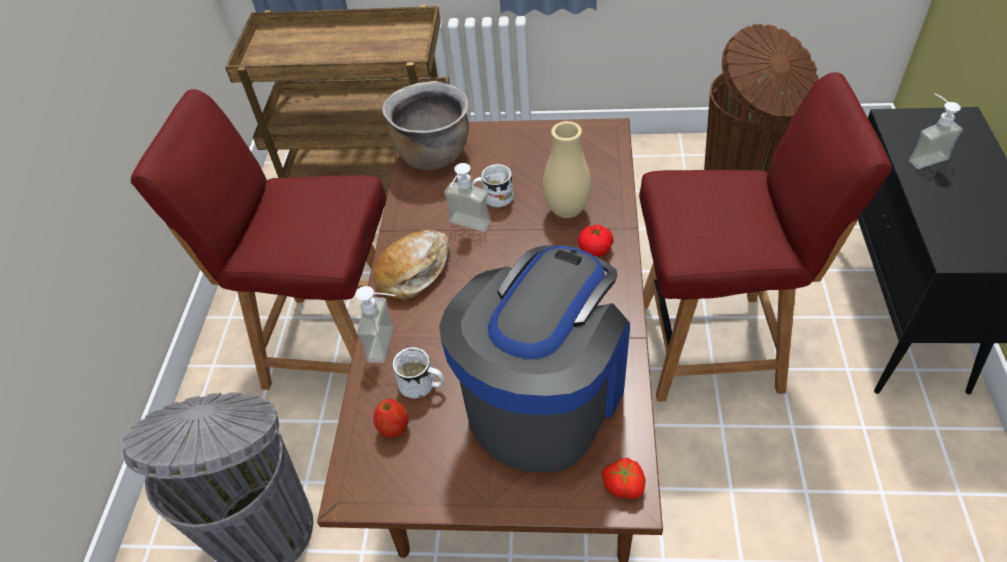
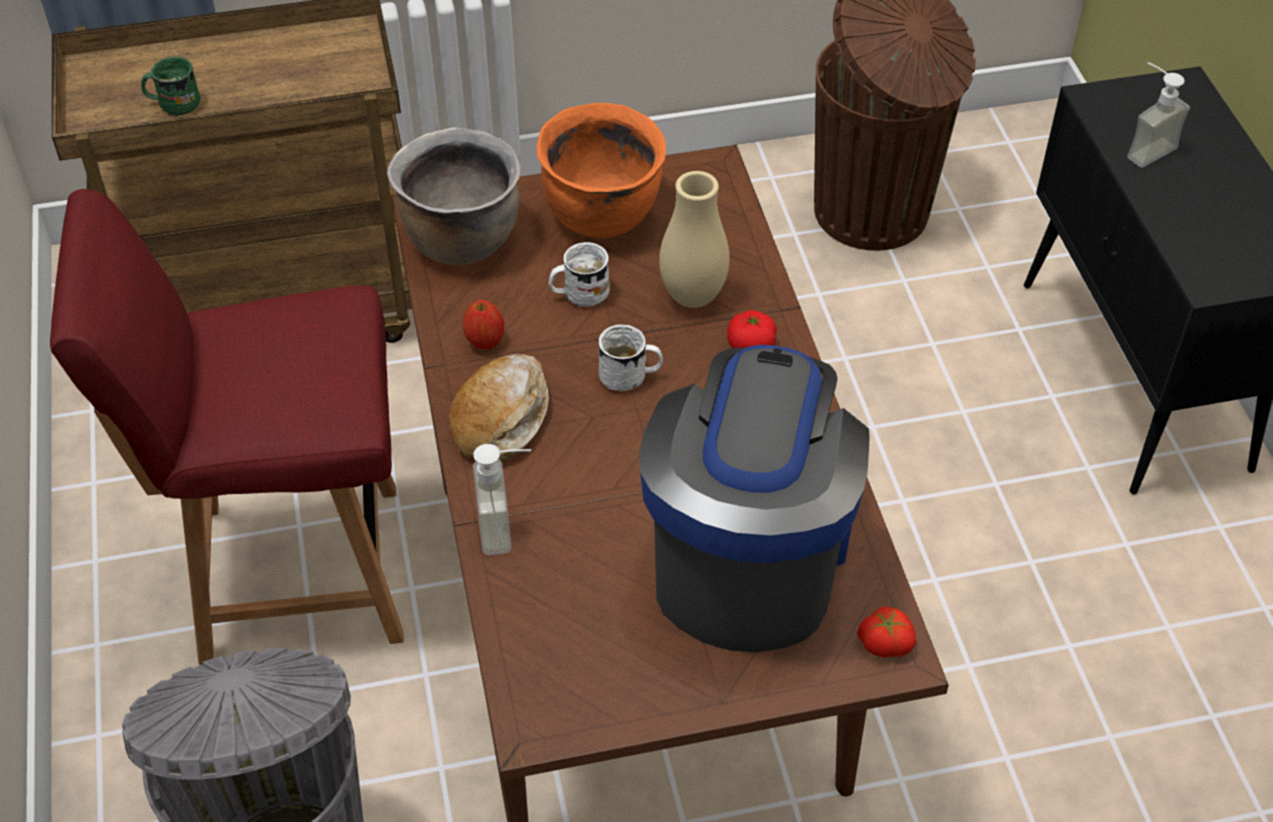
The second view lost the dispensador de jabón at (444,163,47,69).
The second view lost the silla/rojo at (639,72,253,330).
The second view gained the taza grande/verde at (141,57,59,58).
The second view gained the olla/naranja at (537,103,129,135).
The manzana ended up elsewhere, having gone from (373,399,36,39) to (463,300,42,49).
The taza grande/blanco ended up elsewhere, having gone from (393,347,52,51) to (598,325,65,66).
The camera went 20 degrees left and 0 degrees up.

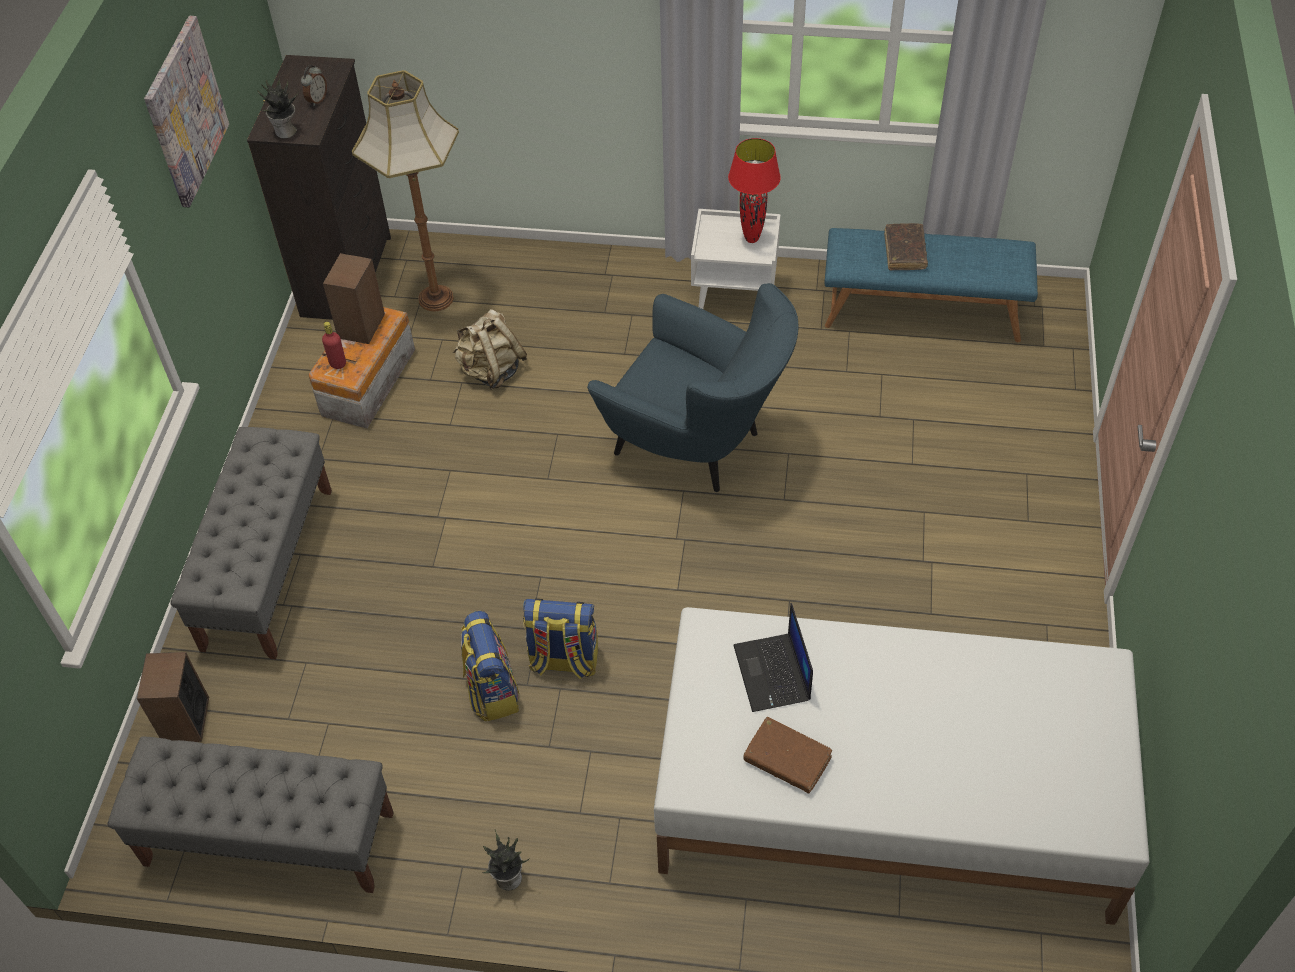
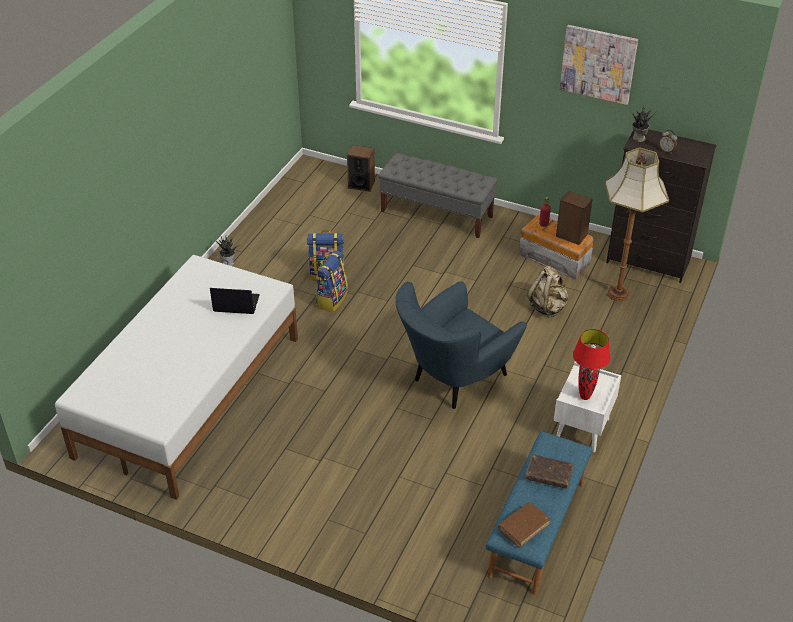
The second view lost the banco/gris at (107,736,287,157).
The libro/marrón ended up elsewhere, having gone from (743,717,89,77) to (498,502,52,46).
The camera went 105 degrees right and 10 degrees down.

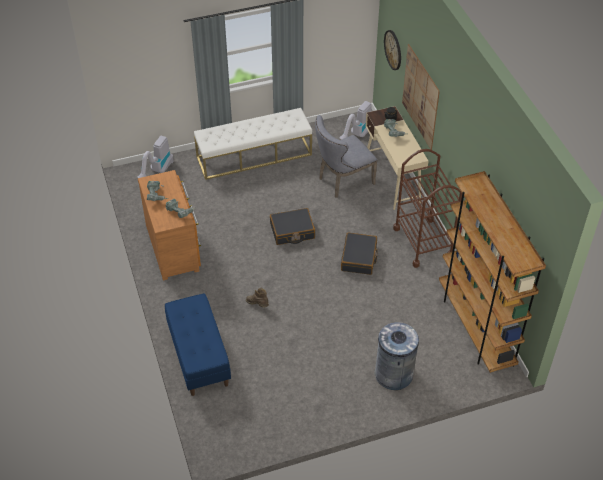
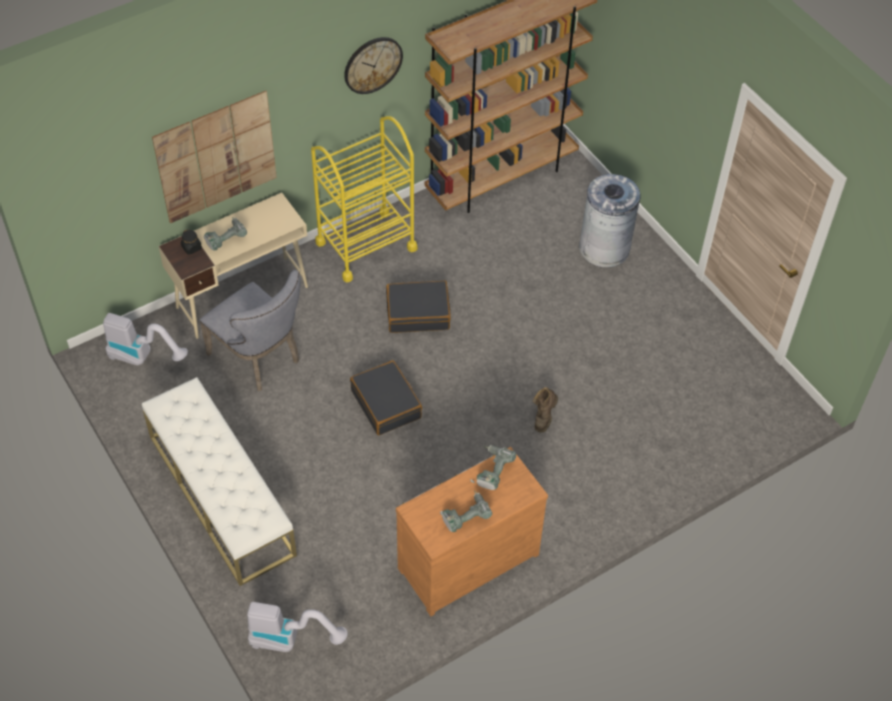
The second view lost the banco/azul at (165,294,66,102).
The reloj de pared ended up elsewhere, having gone from (384,30,17,40) to (344,37,59,57).
What was the carrito/marrón at (393,149,69,119) turned into the carrito/amarillo at (311,116,106,167).
The camera went 105 degrees left and 5 degrees up.

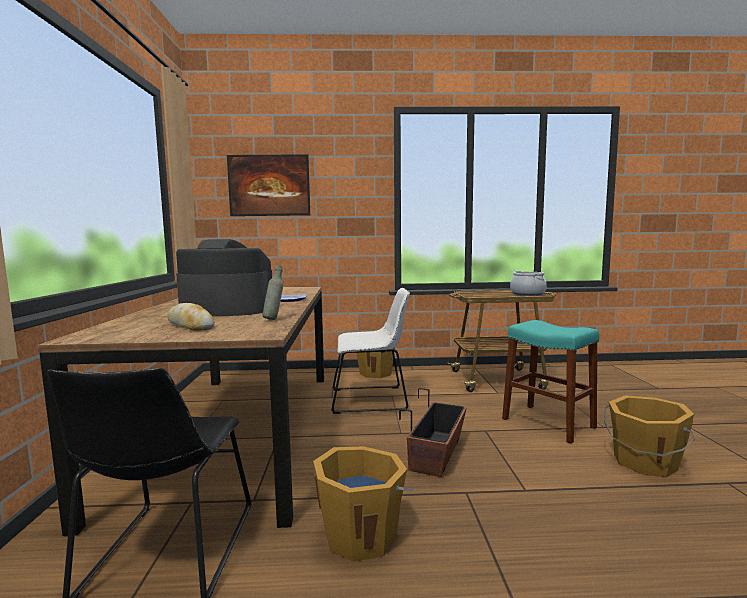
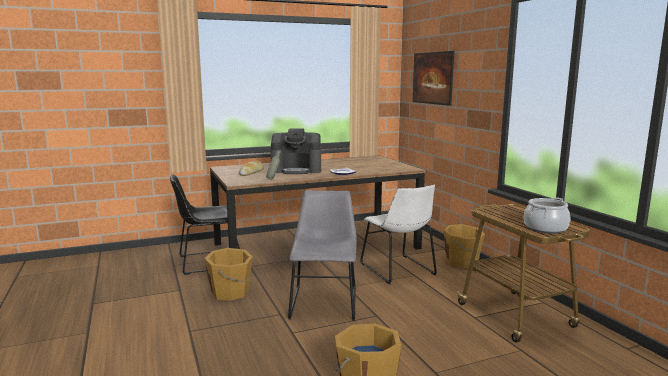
The second view lost the taburete/turquesa at (502,320,97,124).
Where the maceta stood at (399,388,68,89), the silla/gris came to stand at (288,190,69,131).
The cafetera at (176,239,96,77) ended up facing another way, 105 degrees clockwise from before.
The camera went 70 degrees right and 5 degrees up.

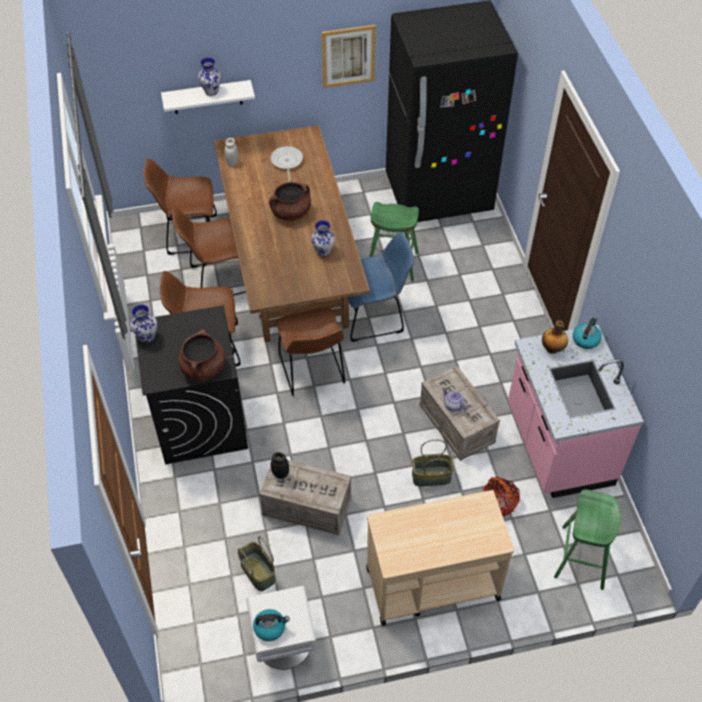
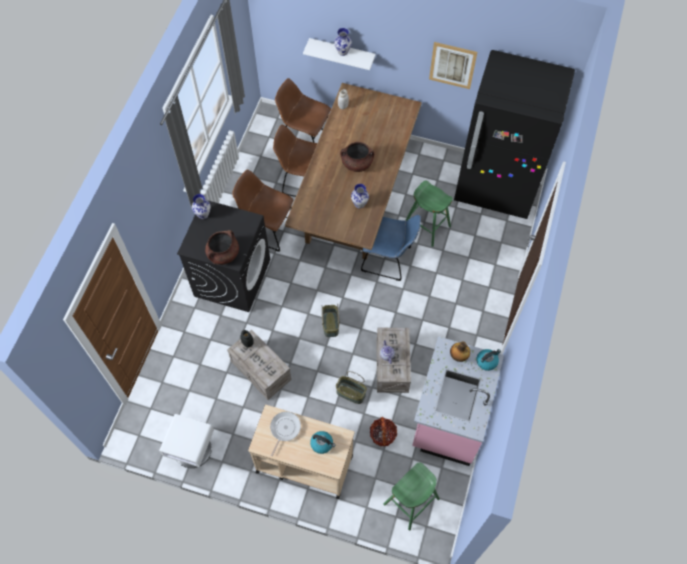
The second view lost the silla/marrón at (276,307,69,89).
The cesta ended up elsewhere, having gone from (238,536,38,55) to (322,304,18,33).
The hervidor ended up elsewhere, having gone from (253,609,37,32) to (310,431,25,23).
The sartén ended up elsewhere, having gone from (270,146,33,36) to (270,412,31,44).
The camera went 30 degrees right and 10 degrees up.

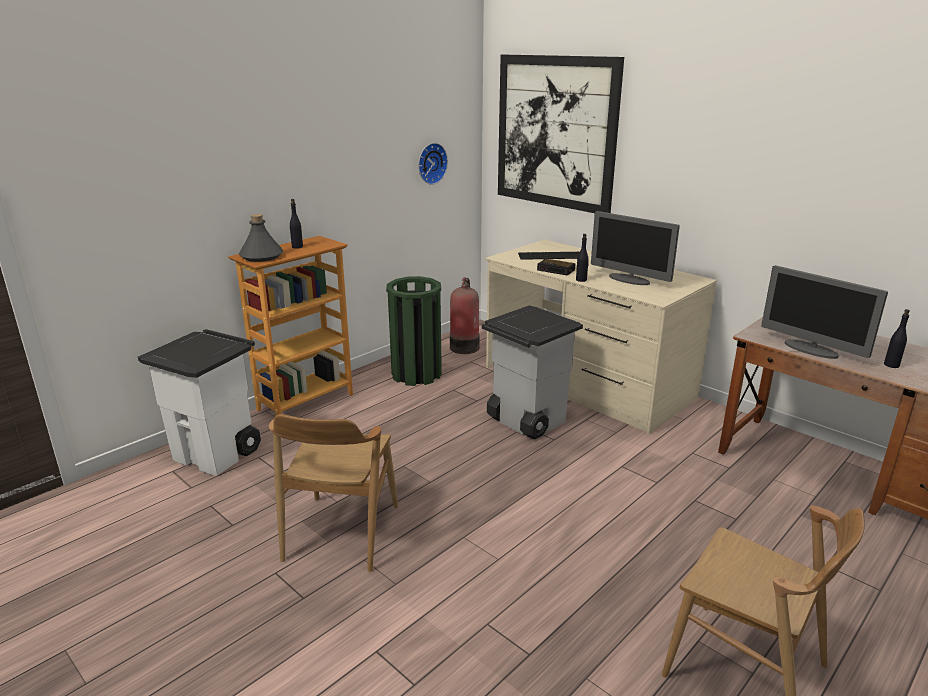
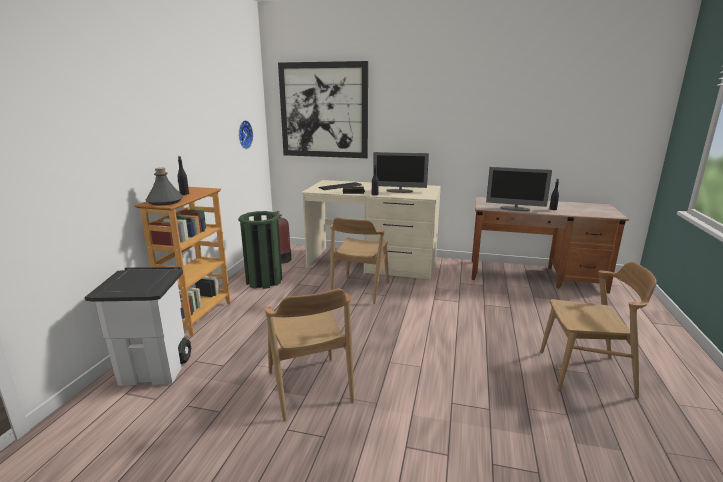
Where the papelera/gris stood at (481,306,102,133), the silla/marrón came to stand at (330,217,59,87).
The camera went 30 degrees left and 5 degrees down.

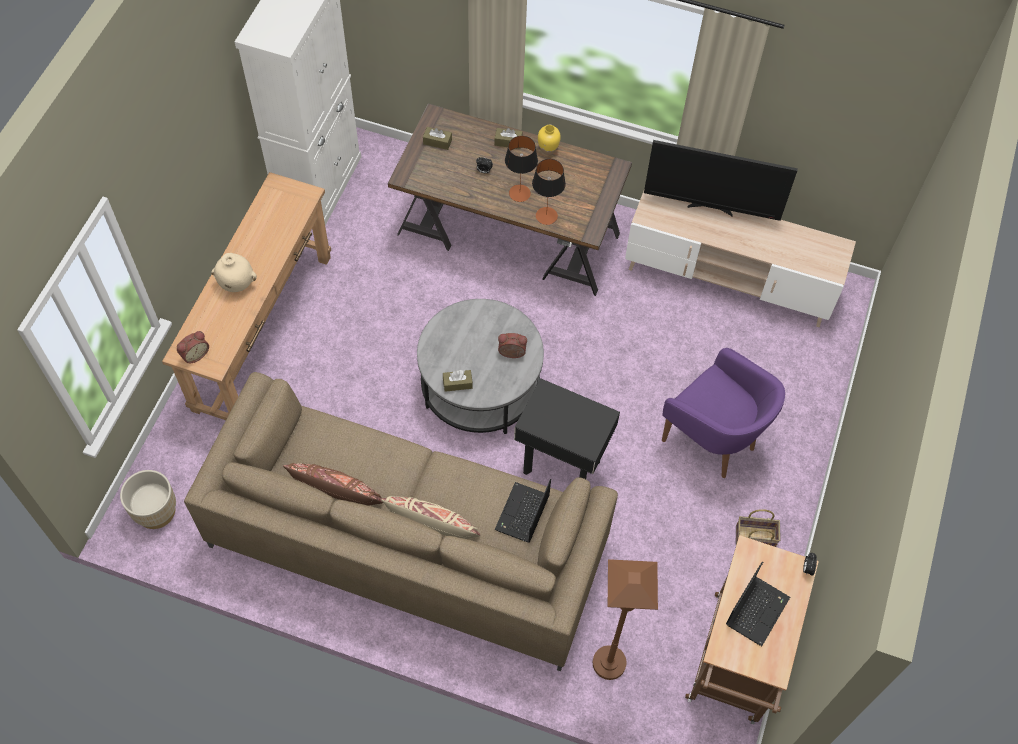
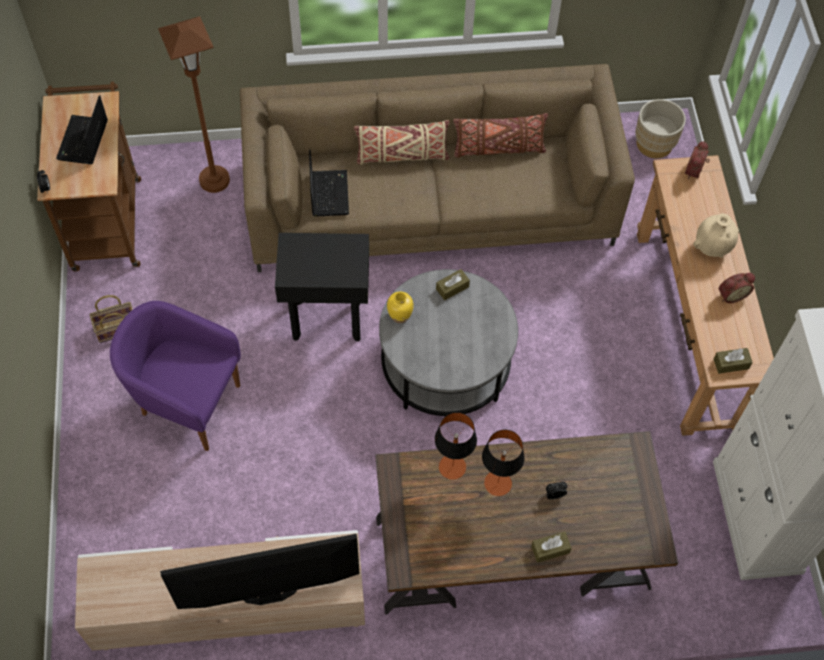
The caja de pañuelos/marrón ended up elsewhere, having gone from (423,127,29,23) to (714,348,39,26).
The despertador ended up elsewhere, having gone from (498,333,29,25) to (719,273,36,30).
The florero/amarillo ended up elsewhere, having gone from (538,125,23,30) to (387,292,27,31).
The camera went 155 degrees right and 0 degrees up.

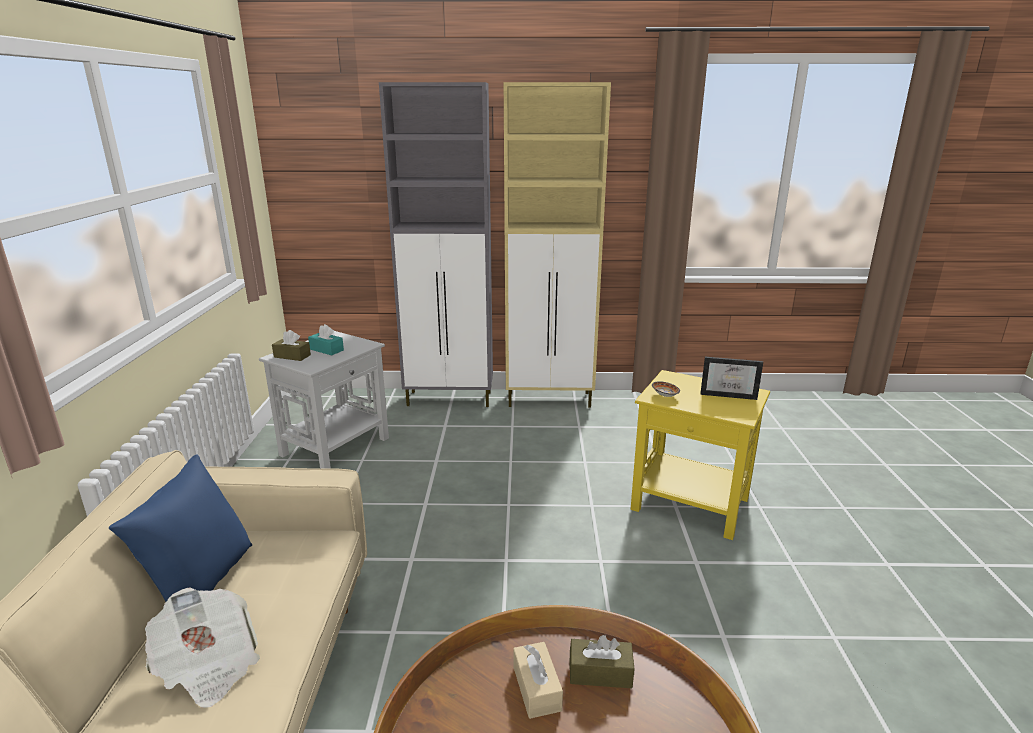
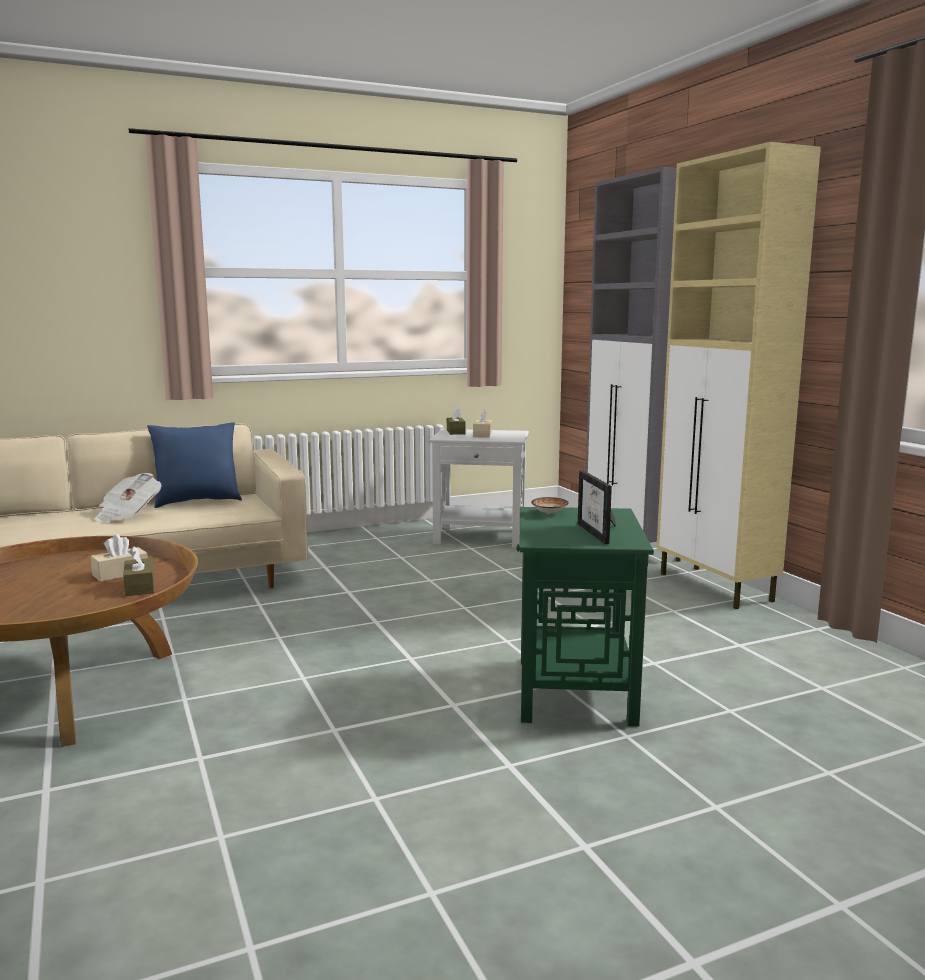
What was the caja de pañuelos/turquesa at (308,324,36,31) turned into the caja de pañuelos/beis at (473,410,19,28).
What was the mesa auxiliar/amarillo at (630,370,140,170) turned into the mesa auxiliar/verde at (516,507,138,220).
The camera went 65 degrees right and 10 degrees down.

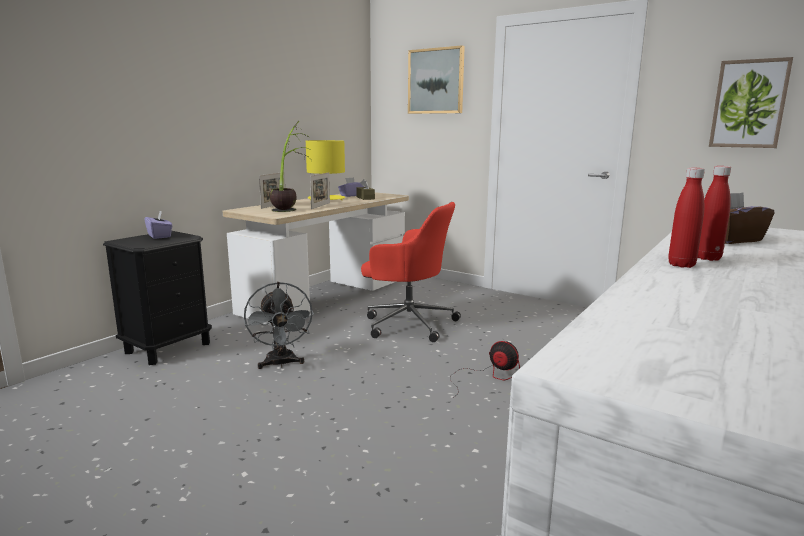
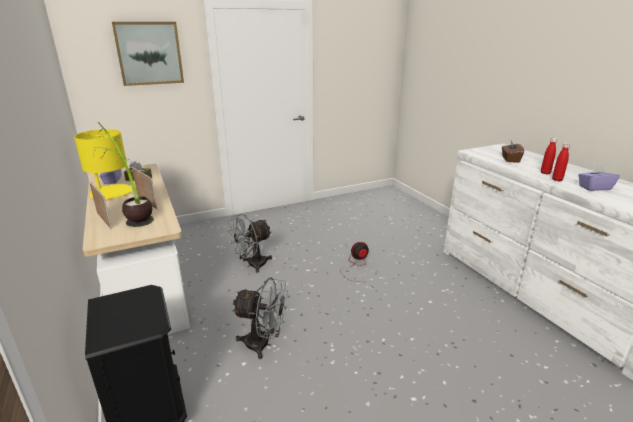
The second view lost the cuadro at (709,57,84,91).
The caja de pañuelos/morado ended up elsewhere, having gone from (144,211,29,28) to (578,165,42,26).
Where the silla de oficina/rojo stood at (361,202,100,140), the ventilador/gris came to stand at (227,214,45,59).
The camera went 60 degrees left and 10 degrees up.

